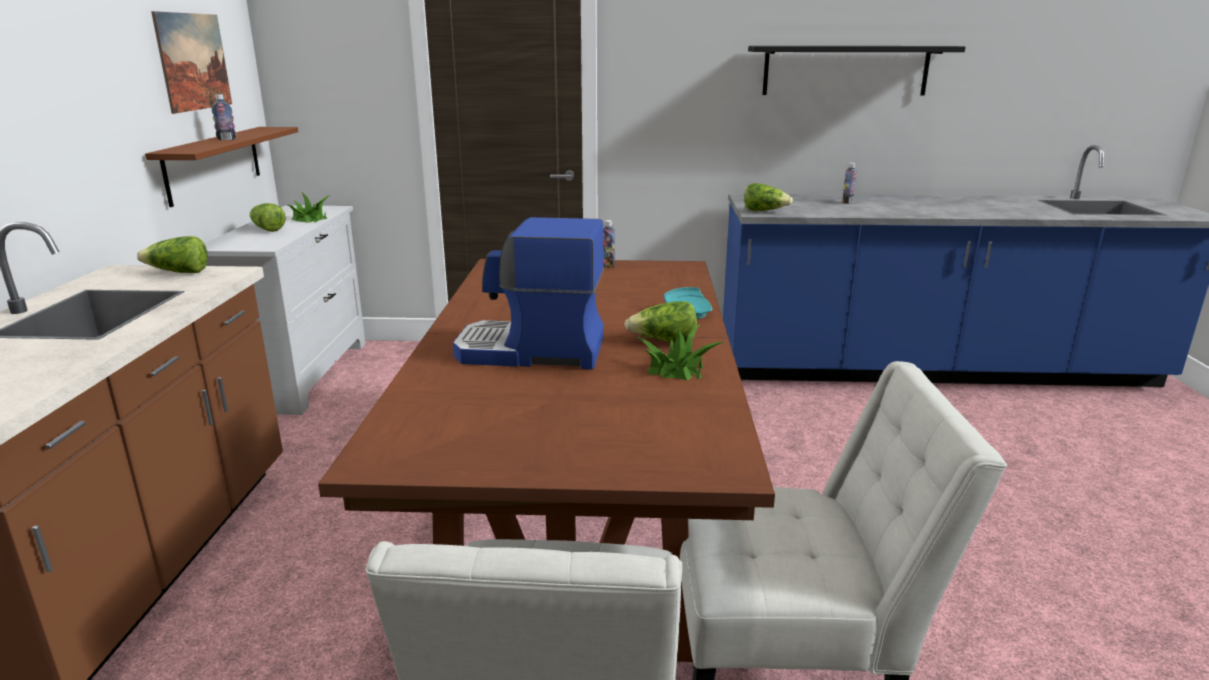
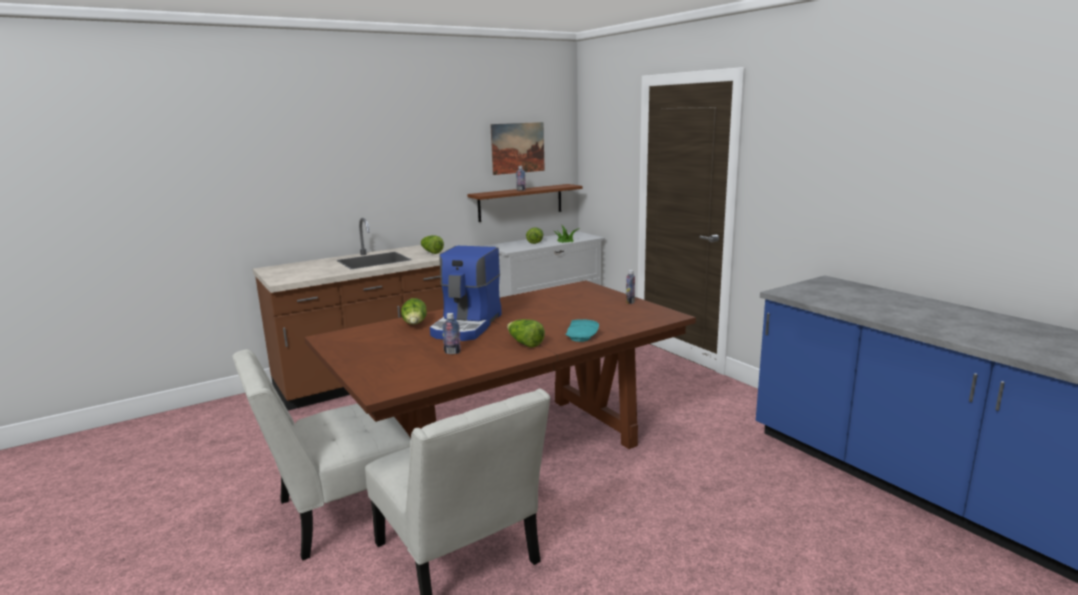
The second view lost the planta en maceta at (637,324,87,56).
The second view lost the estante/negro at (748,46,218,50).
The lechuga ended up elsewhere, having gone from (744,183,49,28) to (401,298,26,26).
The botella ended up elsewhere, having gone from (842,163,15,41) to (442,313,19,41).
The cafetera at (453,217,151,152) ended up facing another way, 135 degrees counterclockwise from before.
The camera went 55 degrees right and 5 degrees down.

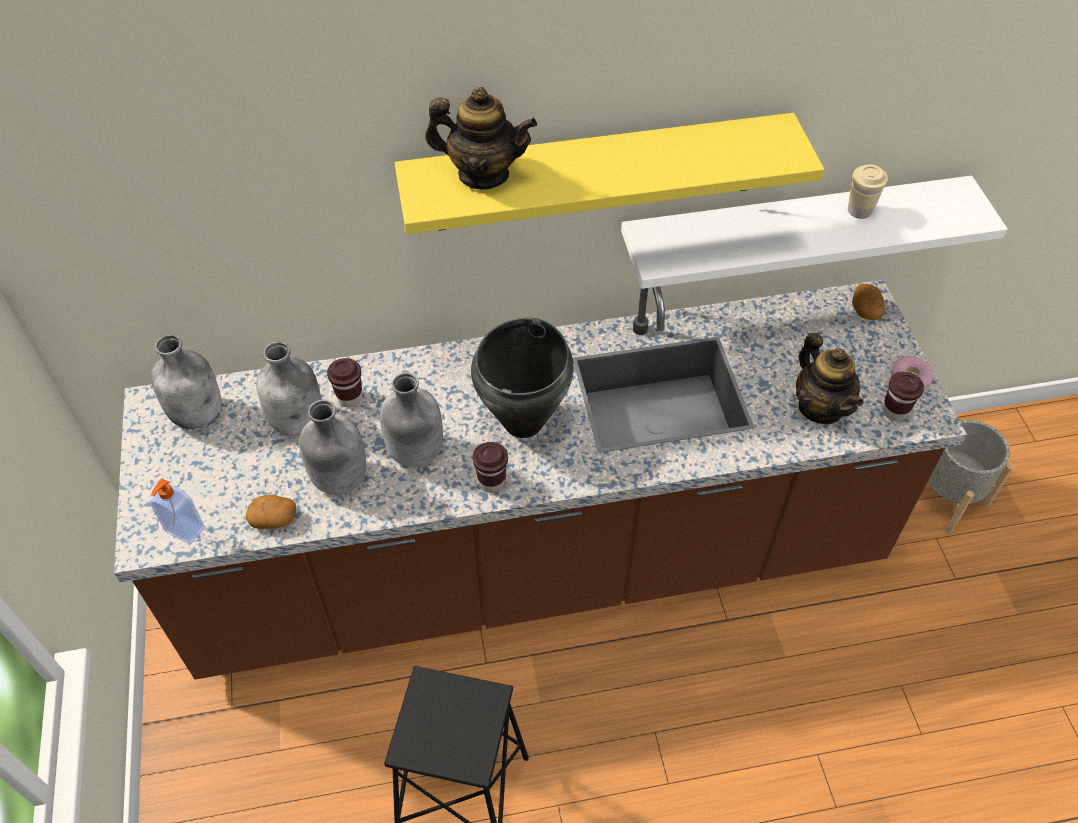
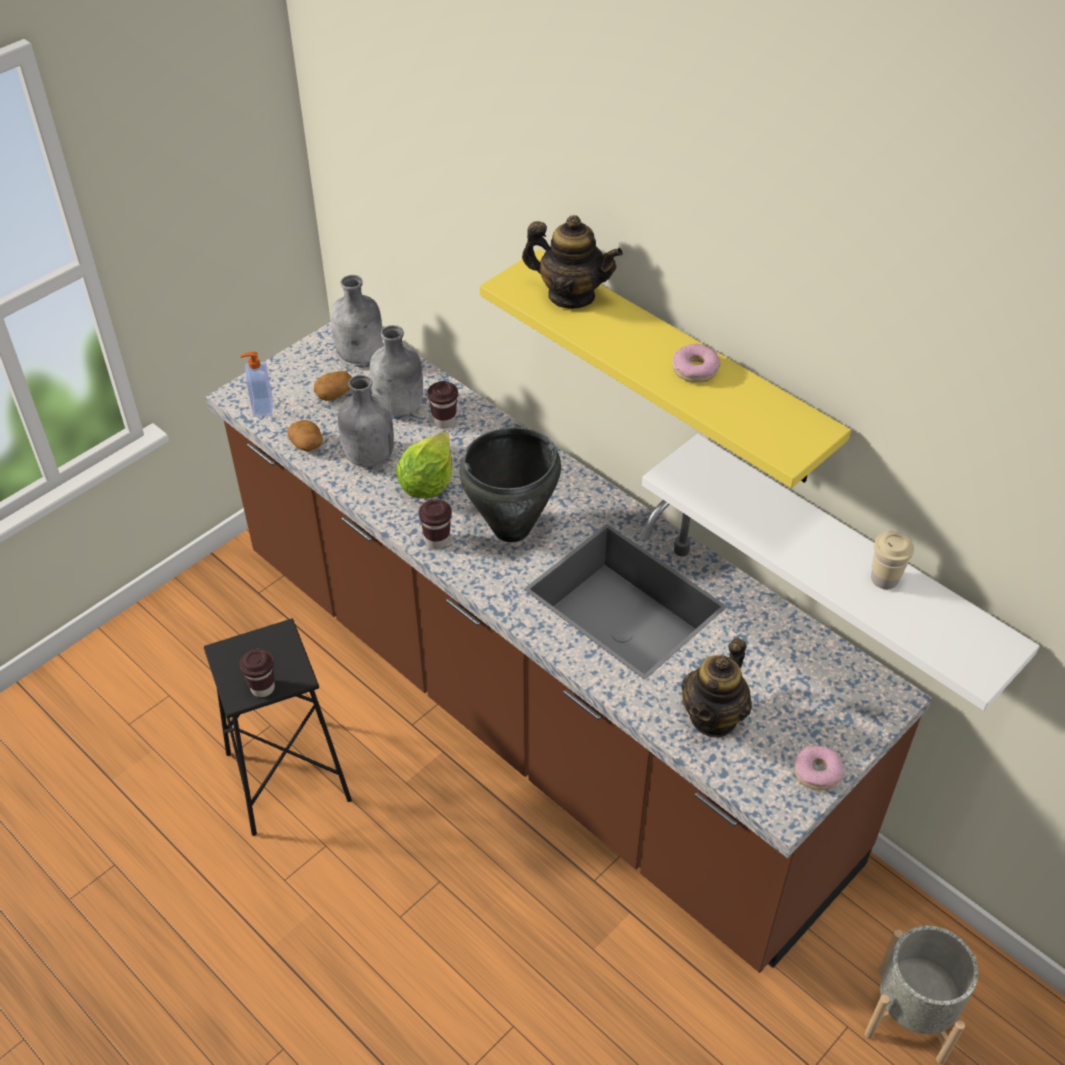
The second view gained the rosquilla at (672,344,48,39).
The patata ended up elsewhere, having gone from (852,284,32,36) to (314,371,38,30).
The taza/marrón ended up elsewhere, having gone from (883,372,41,49) to (240,649,35,48).
Where the botella/gris stood at (380,373,63,94), the lechuga came to stand at (396,432,56,66).
The tetera at (425,87,112,103) ended up facing another way, 45 degrees counterclockwise from before.
The camera went 55 degrees right and 5 degrees down.

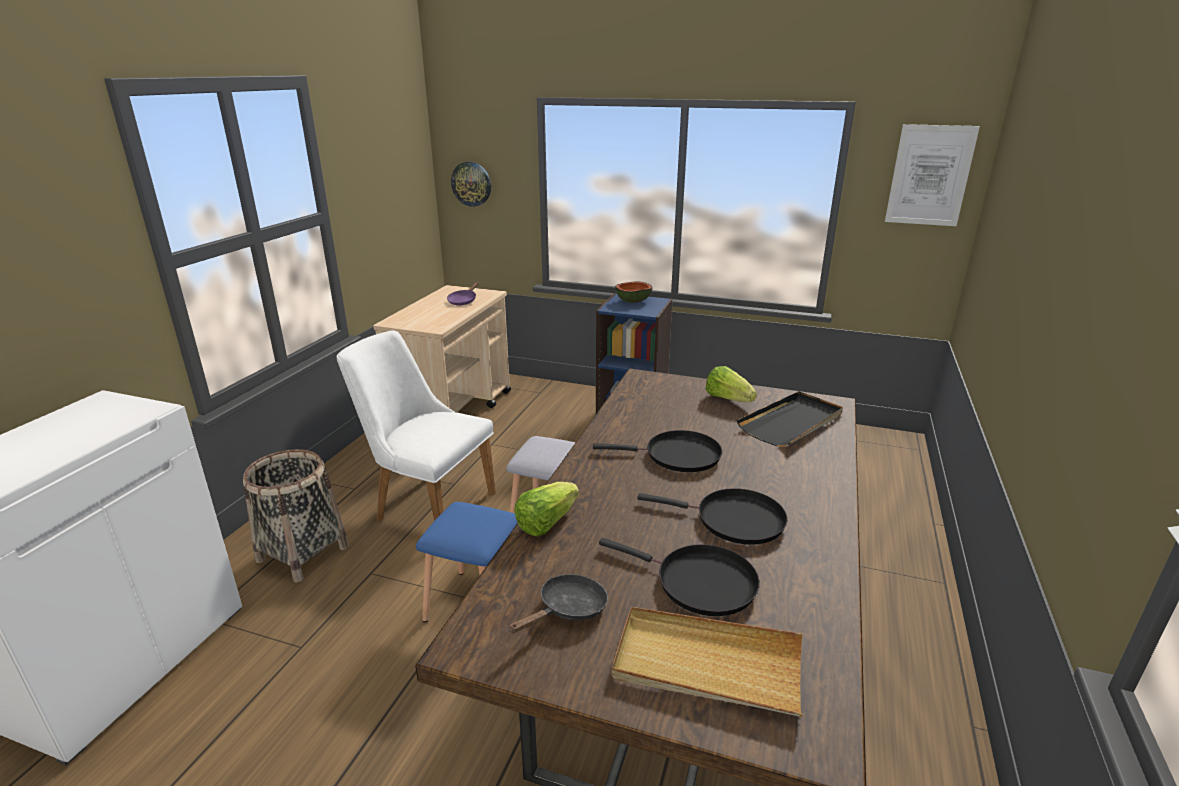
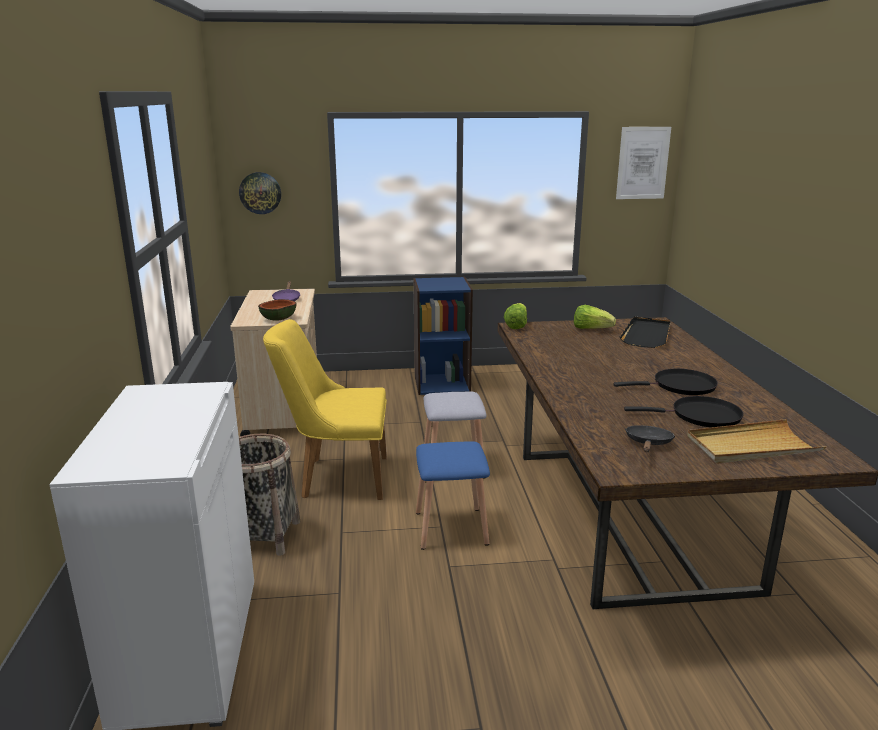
The second view lost the sartén/negro at (593,430,129,42).
The lechuga ended up elsewhere, having gone from (514,482,65,54) to (504,303,23,26).
The cuenco ended up elsewhere, having gone from (615,281,38,22) to (258,299,39,22).
What was the silla/blanco at (336,330,160,191) turned into the silla/amarillo at (263,319,124,181).
The camera went 25 degrees left and 5 degrees down.

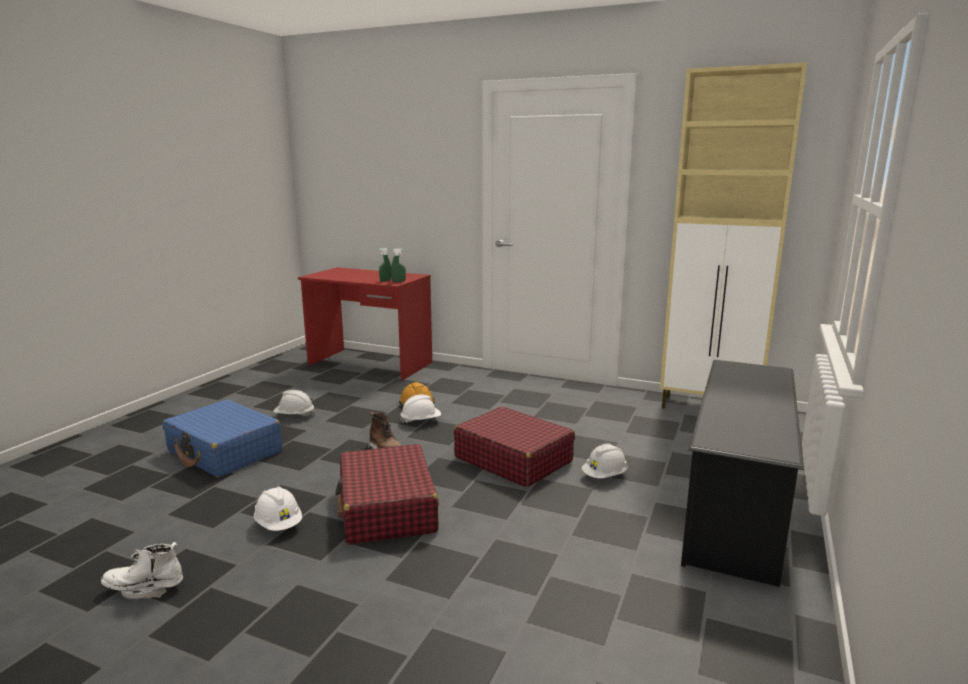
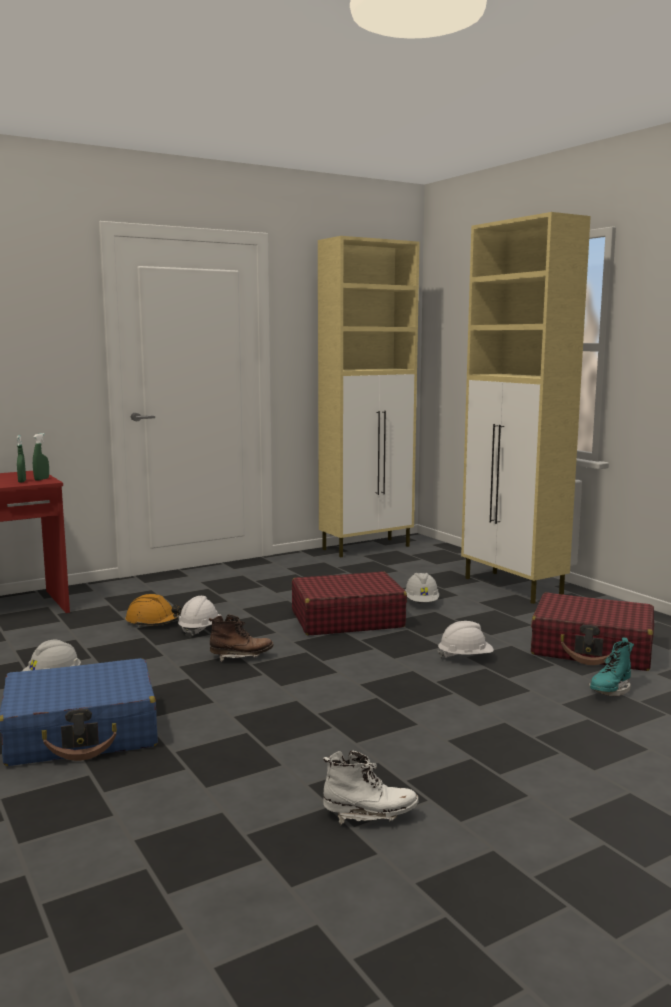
The second view gained the bota/turquesa at (589,638,45,58).
The casco/blanco ended up elsewhere, having gone from (254,487,48,44) to (437,621,57,38).
The maleta/rojo ended up elsewhere, having gone from (335,444,104,101) to (531,592,123,79).
Where the zapatero/negro stood at (681,360,123,227), the armario/beis came to stand at (461,212,130,392).
The bota/blanco at (101,542,82,57) ended up facing another way, 120 degrees counterclockwise from before.
The camera went 55 degrees left and 5 degrees down.

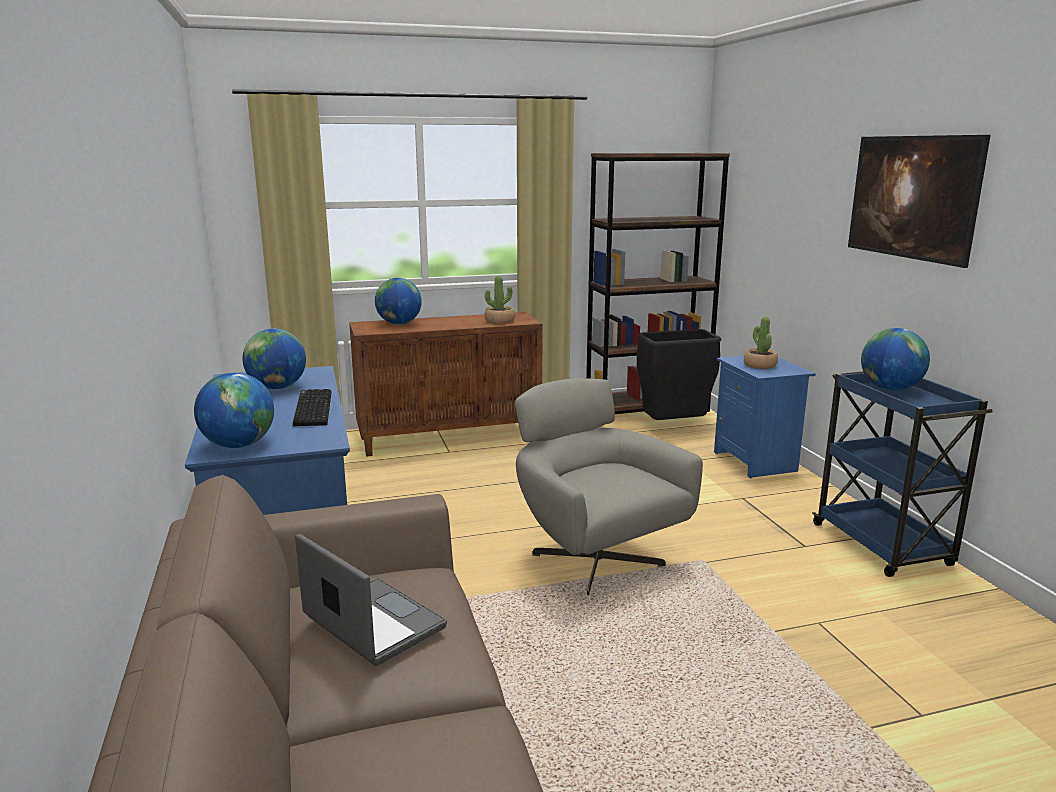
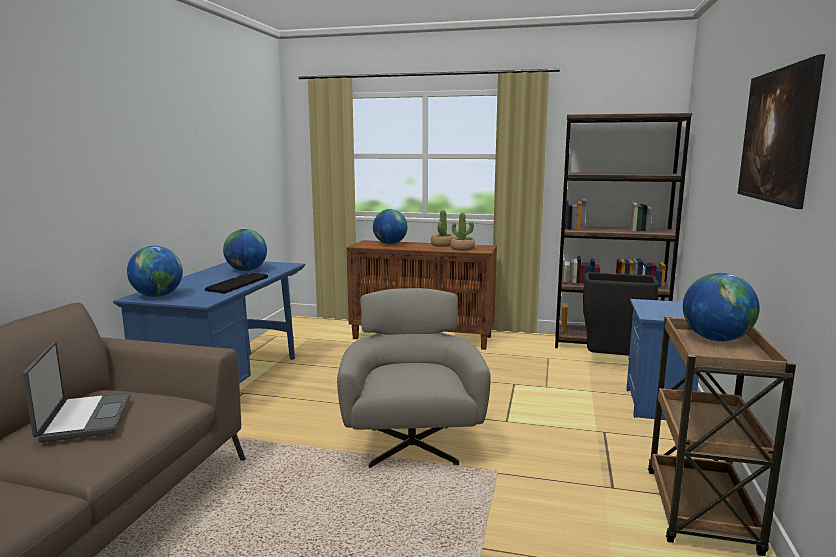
The planta en maceta ended up elsewhere, having gone from (744,317,34,52) to (431,210,23,37).
What was the carrito/azul at (812,371,181,206) turned into the carrito/marrón at (648,316,148,240).
The camera went 30 degrees right and 5 degrees down.

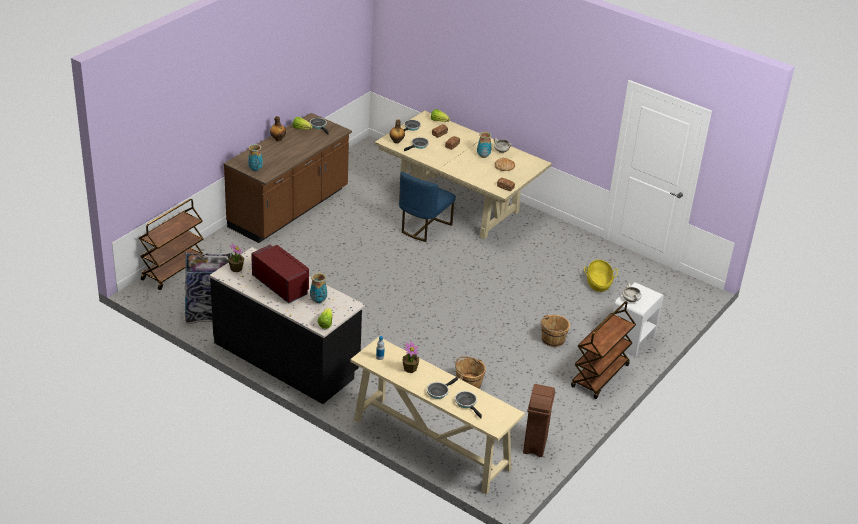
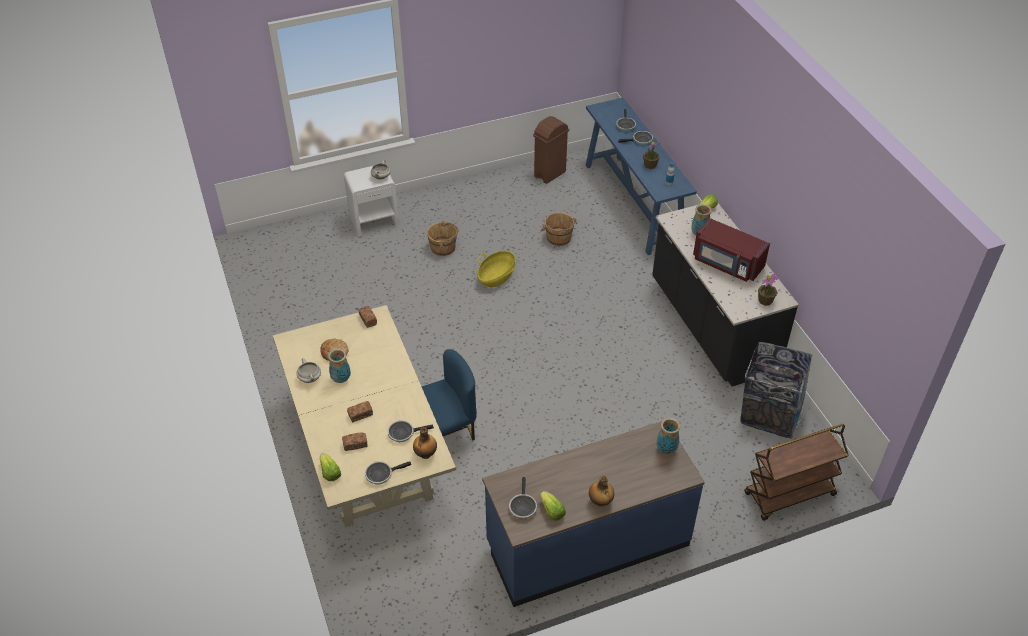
The second view lost the carrito/marrón at (571,301,65,98).
The cesta ended up elsewhere, having gone from (584,260,34,32) to (477,251,38,36).
What was the mueble bajo de cocina/marrón at (223,113,129,130) turned into the mueble bajo de cocina/azul at (482,421,223,186).
What was the mesa consola/beis at (350,337,175,158) turned into the mesa consola/azul at (586,98,111,157).
The microondas/rojo at (251,245,58,58) ended up facing another way, 45 degrees counterclockwise from before.
The camera went 145 degrees left and 10 degrees up.

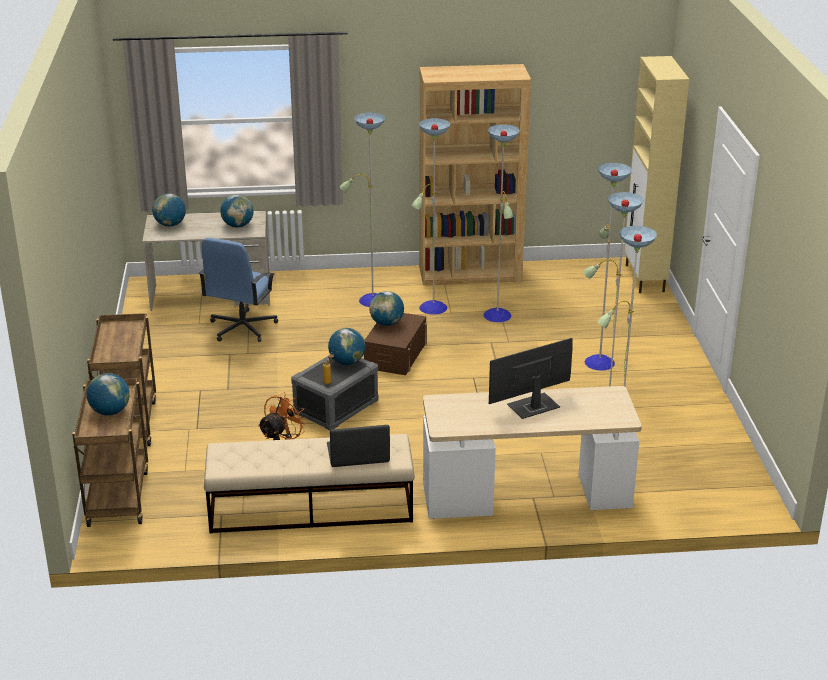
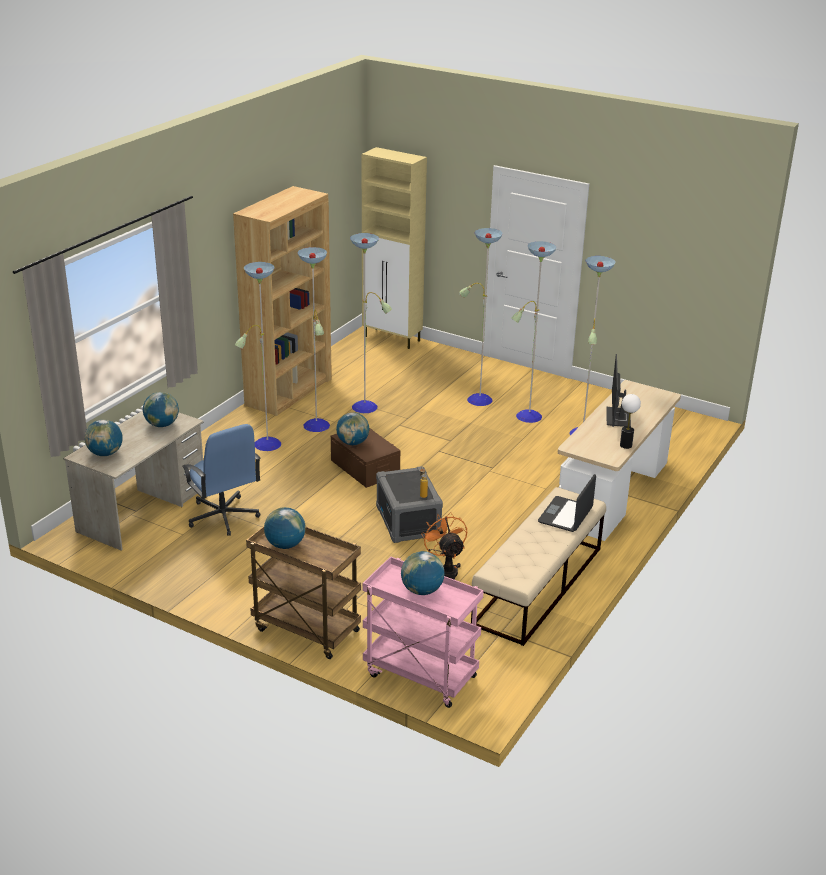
The second view gained the lámpara de mesa at (620,394,21,55).
The globo terráqueo ended up elsewhere, having gone from (328,328,37,37) to (264,507,42,42).
What was the carrito/marrón at (72,378,76,149) turned into the carrito/rosa at (363,556,121,152).
The camera went 55 degrees left and 0 degrees up.

